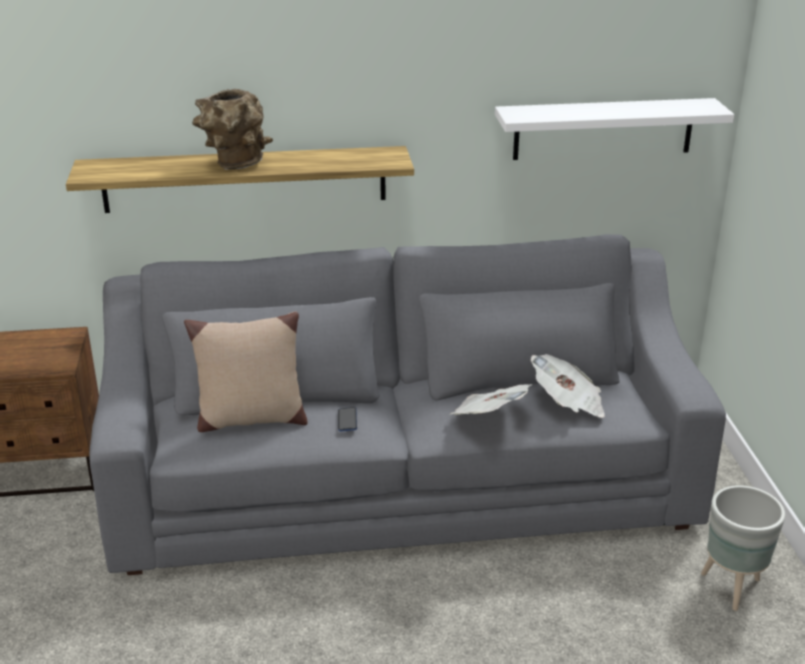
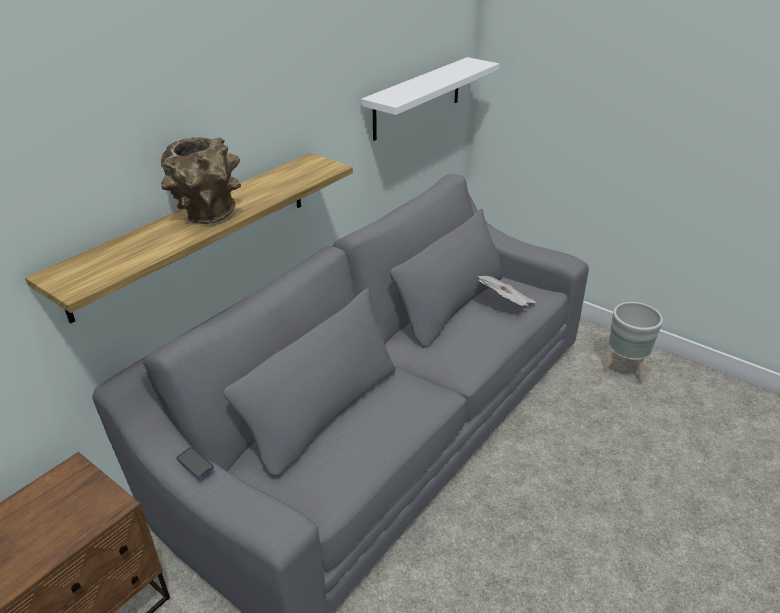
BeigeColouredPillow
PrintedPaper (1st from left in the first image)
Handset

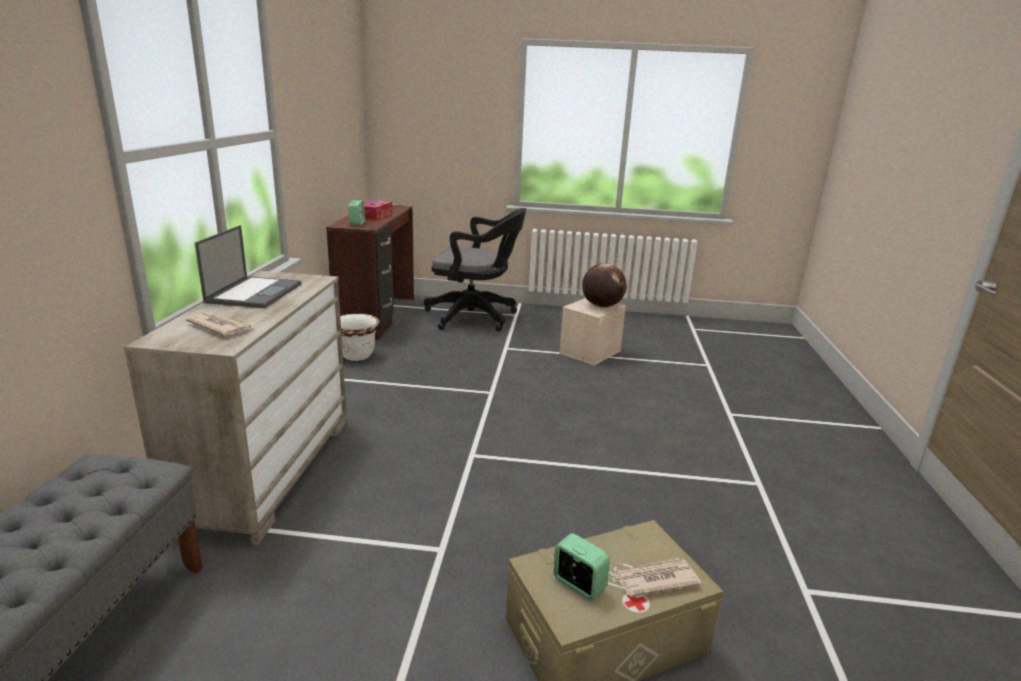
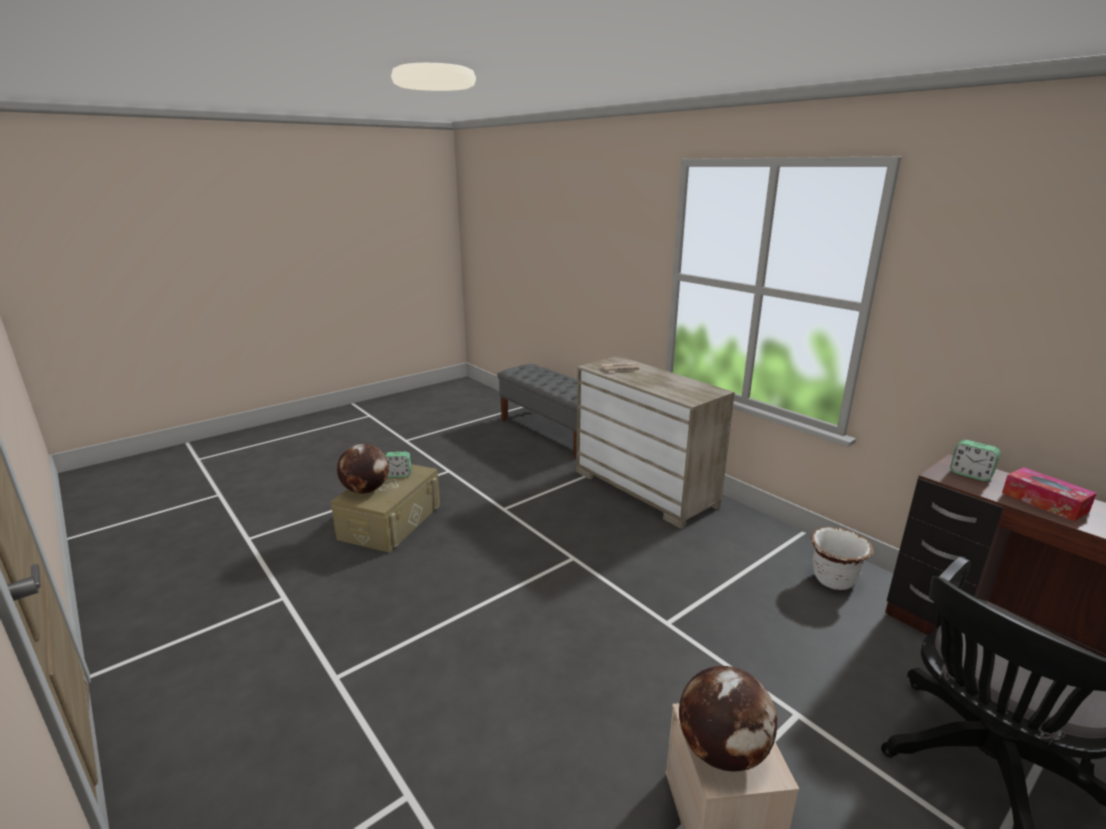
Laptop
WorldGlobe (1st from left)

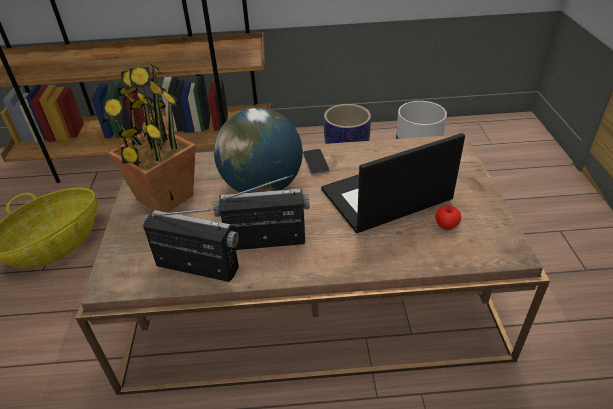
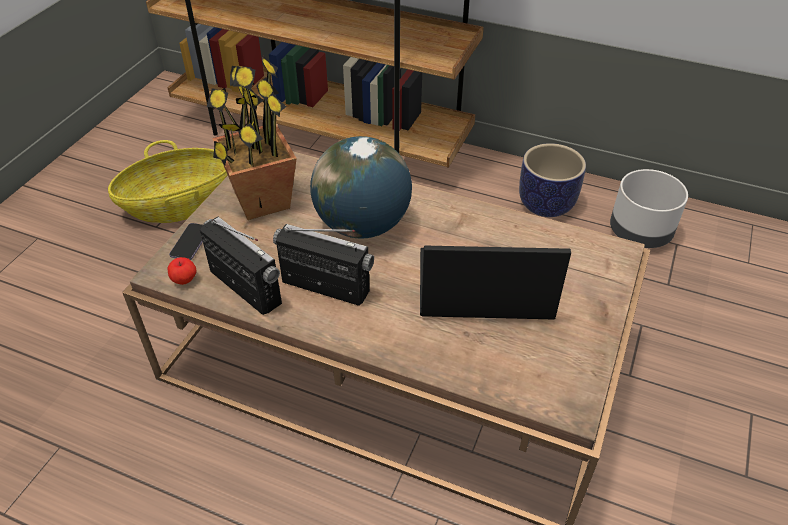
Handset
Apple

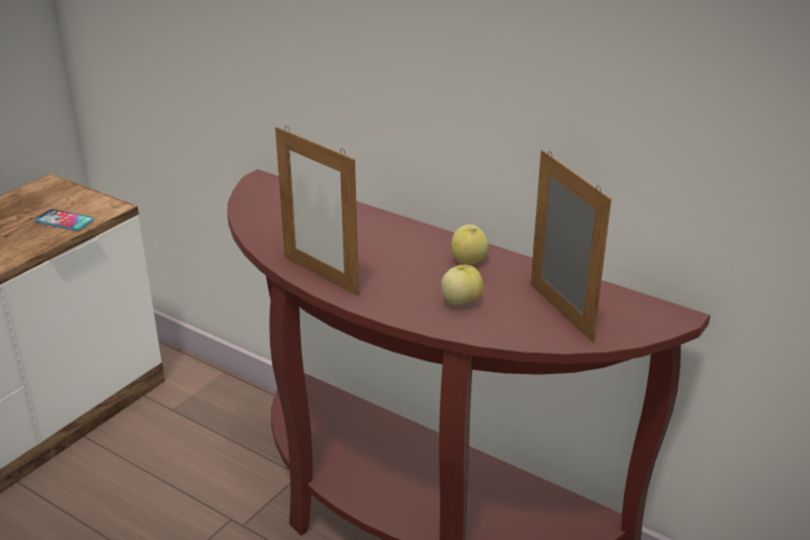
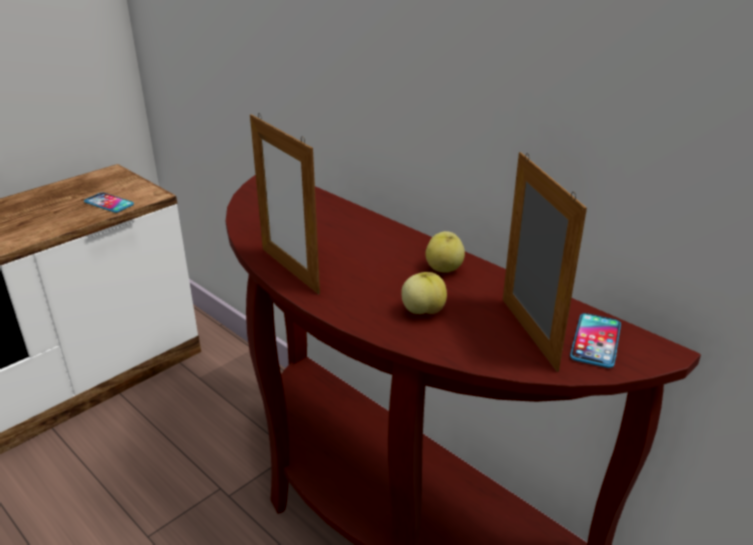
Handset (2nd from left)

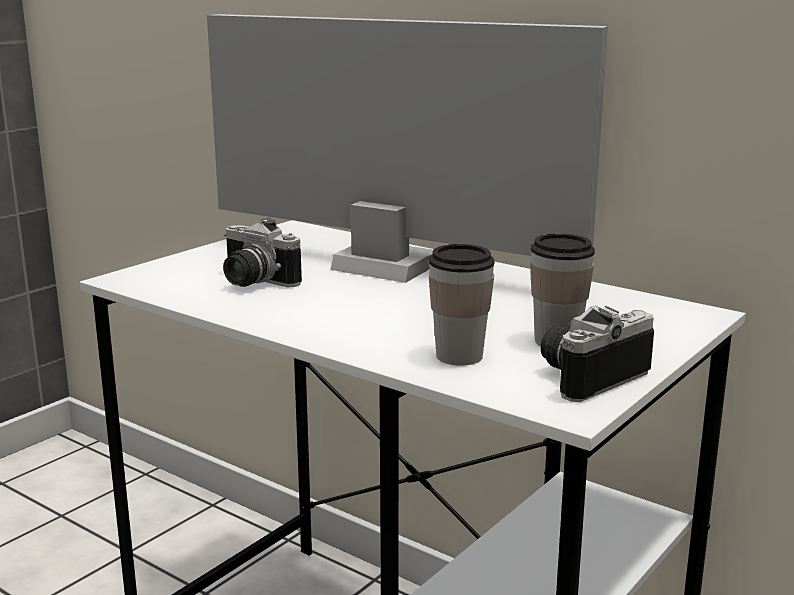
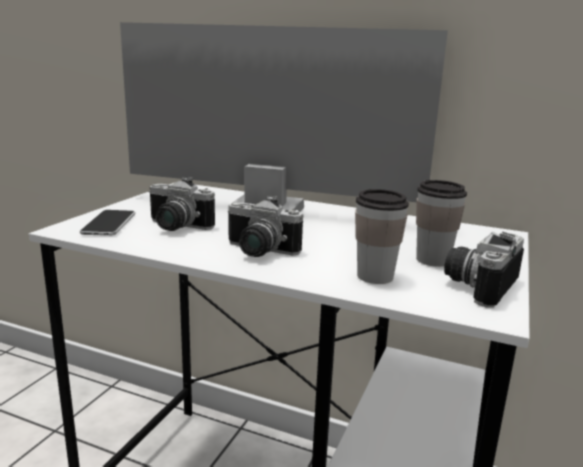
PhotoCamera (2nd from left)
Handset

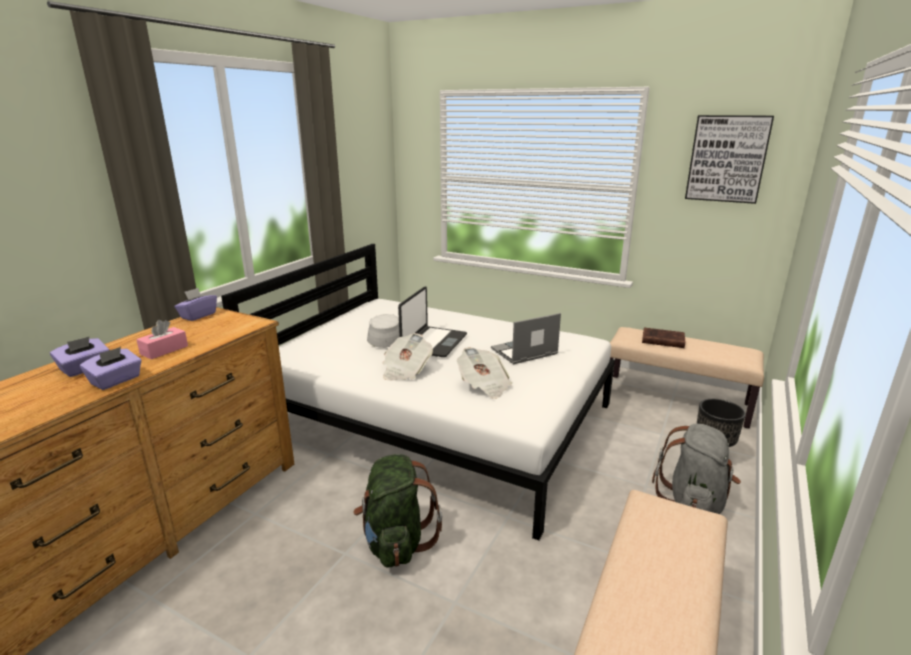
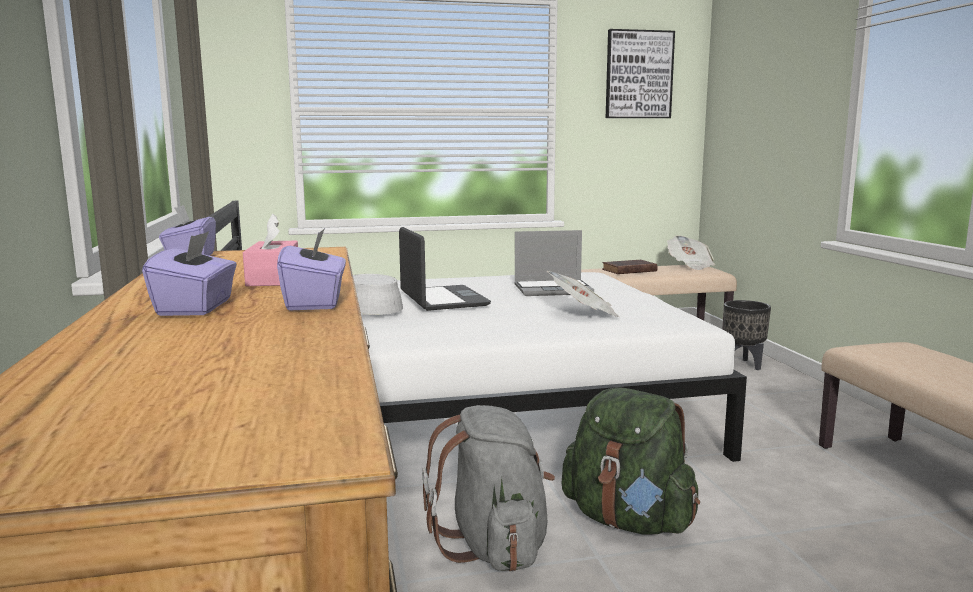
Laptop (2nd from left)
PrintedPaper (2nd from left)
GreyishKnapsack

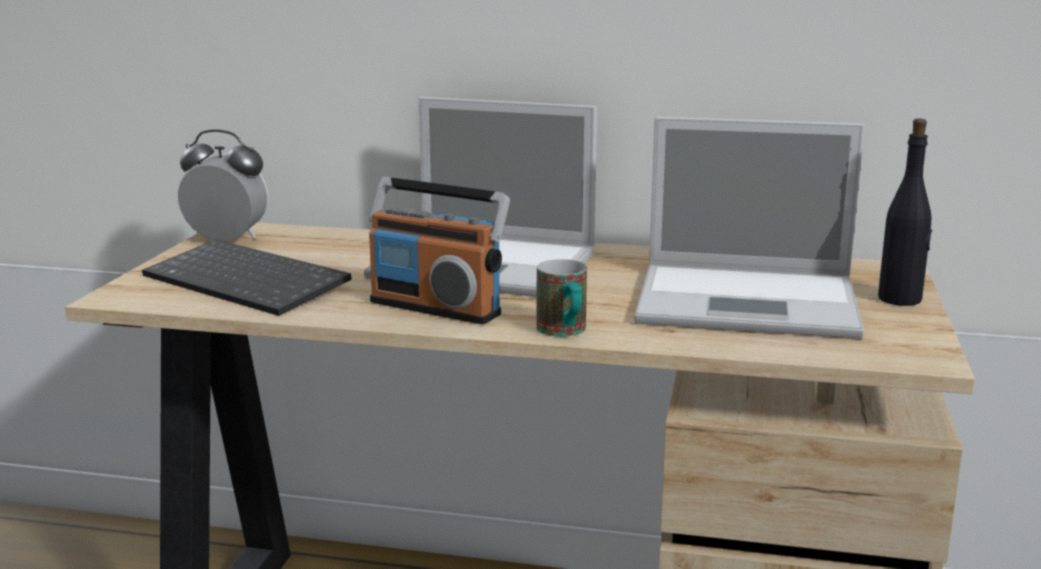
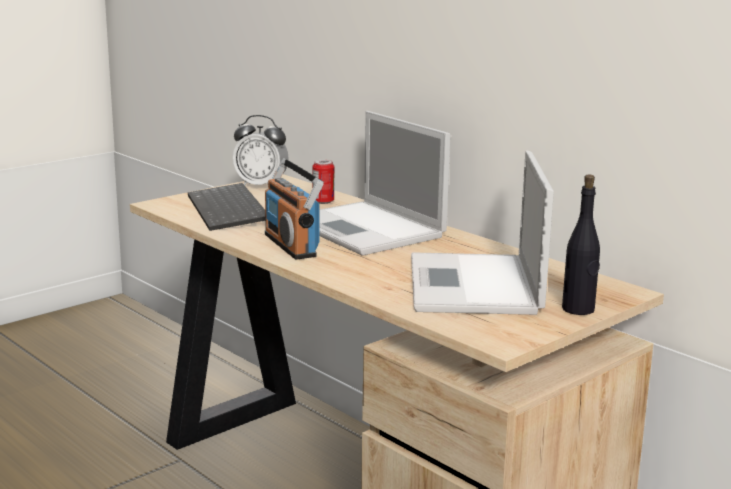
Laptop (2nd from left)
TableClock
TeaMug
SealedCan

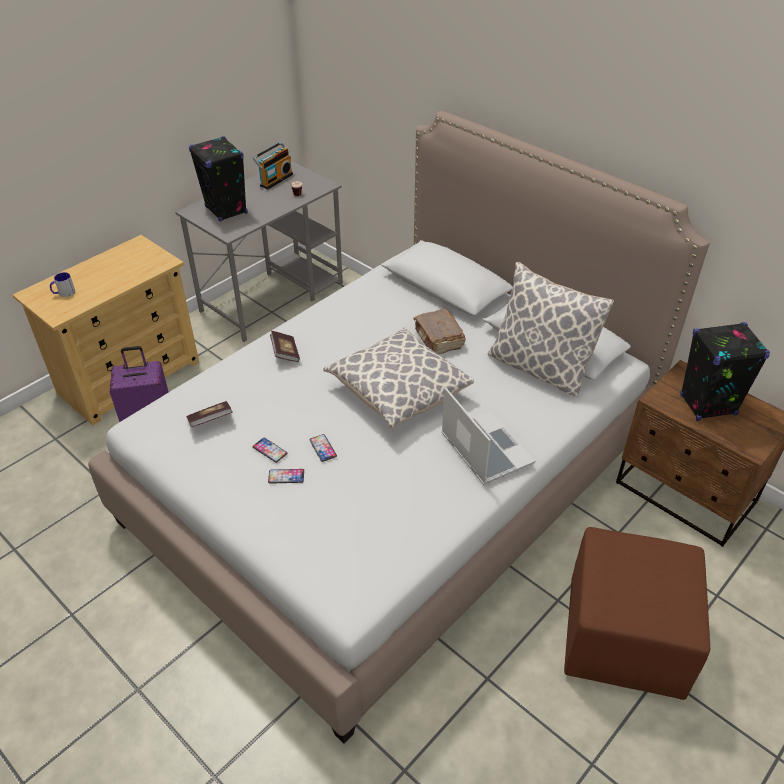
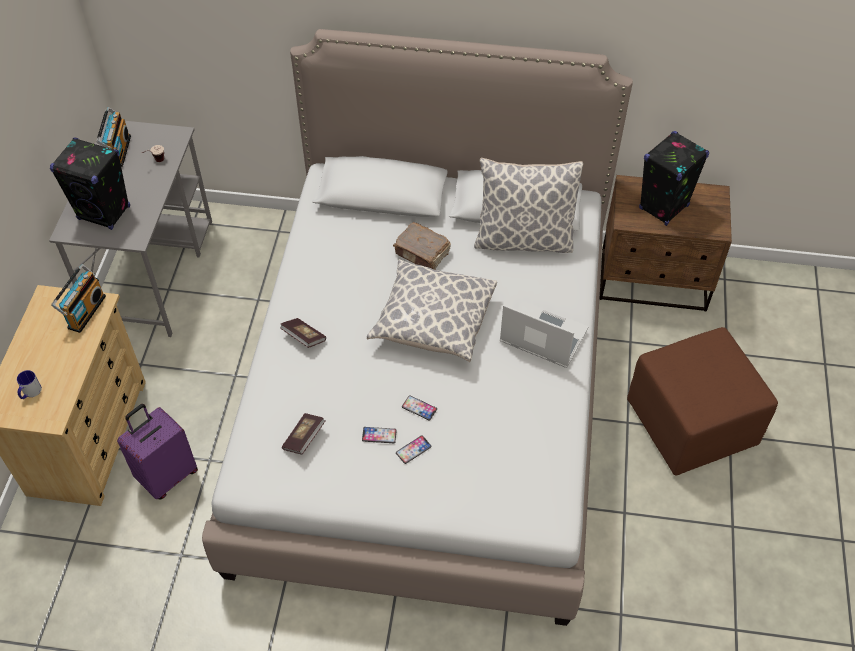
Radio (1st from left)

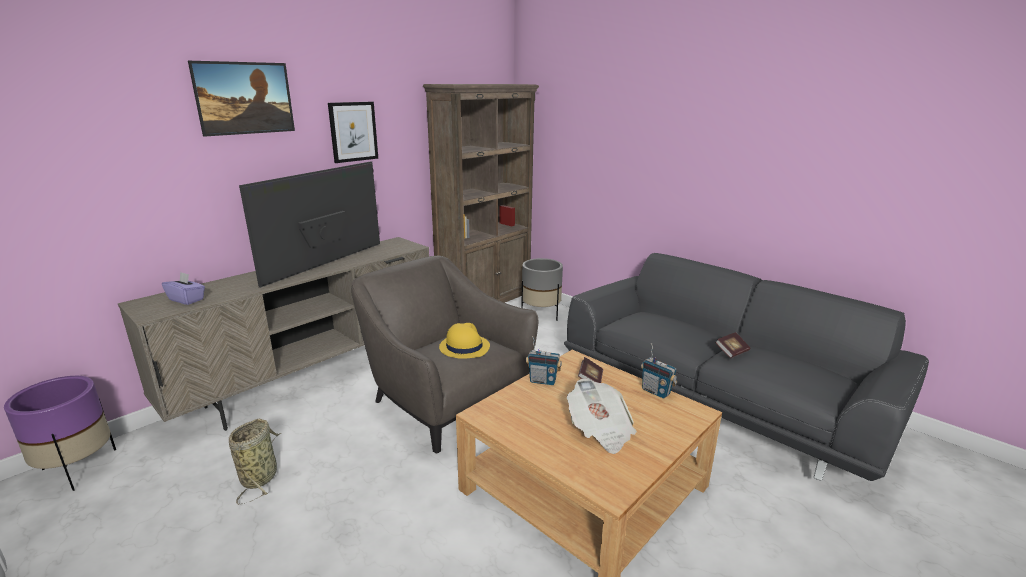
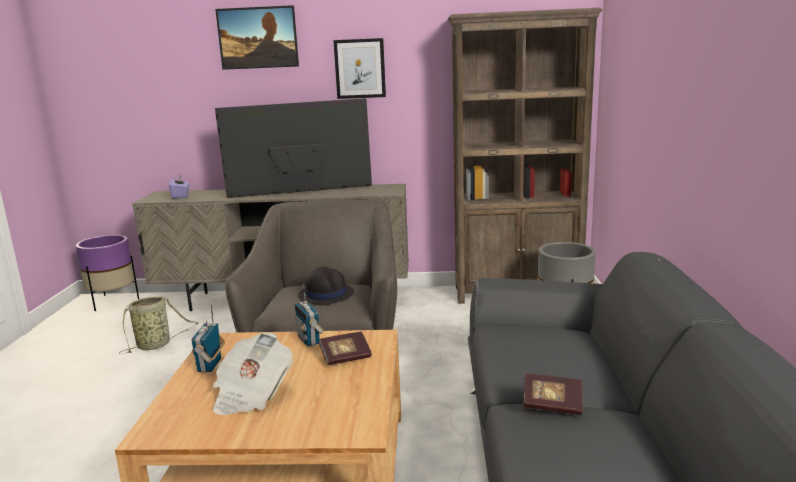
BlackColouredHat
Radio (1st from left)

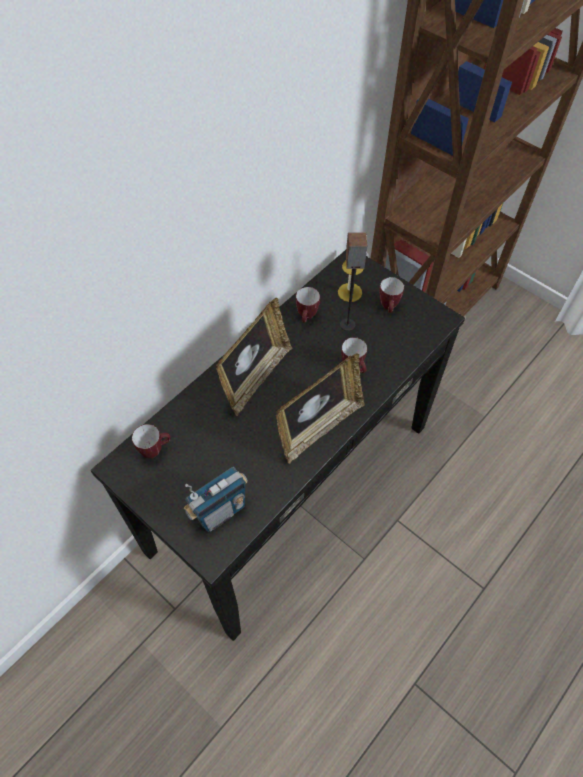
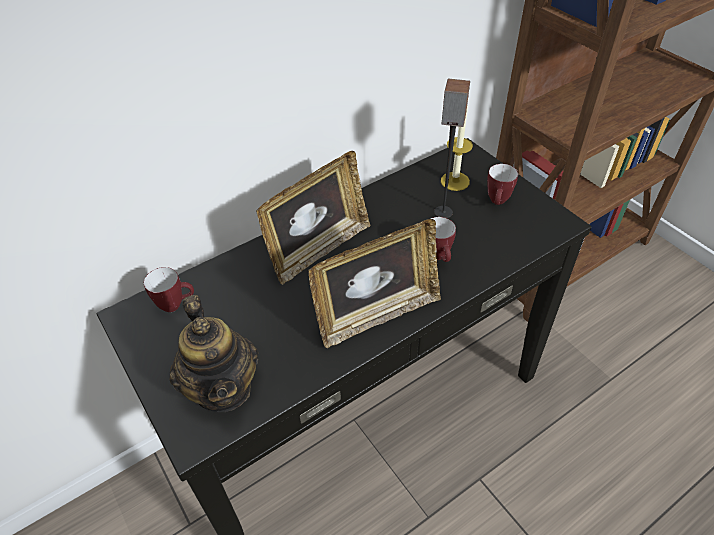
TeaMug (2nd from left in the first image)
TeaPot

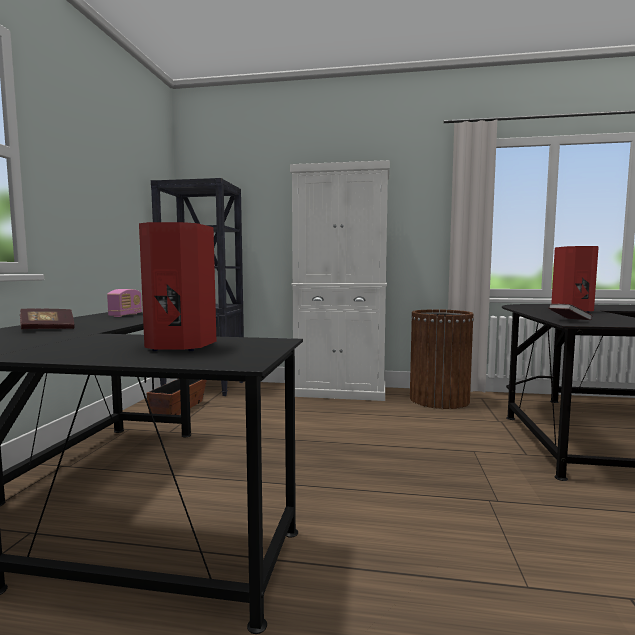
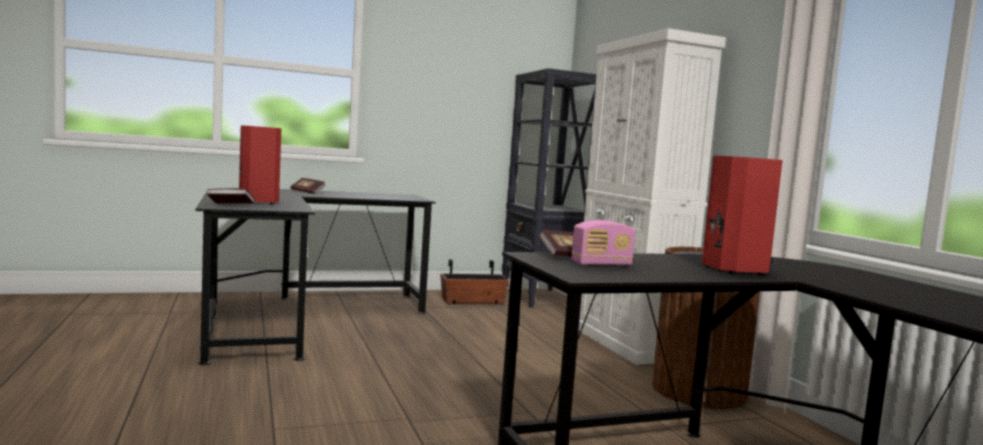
Radio
Volume (1st from left)

